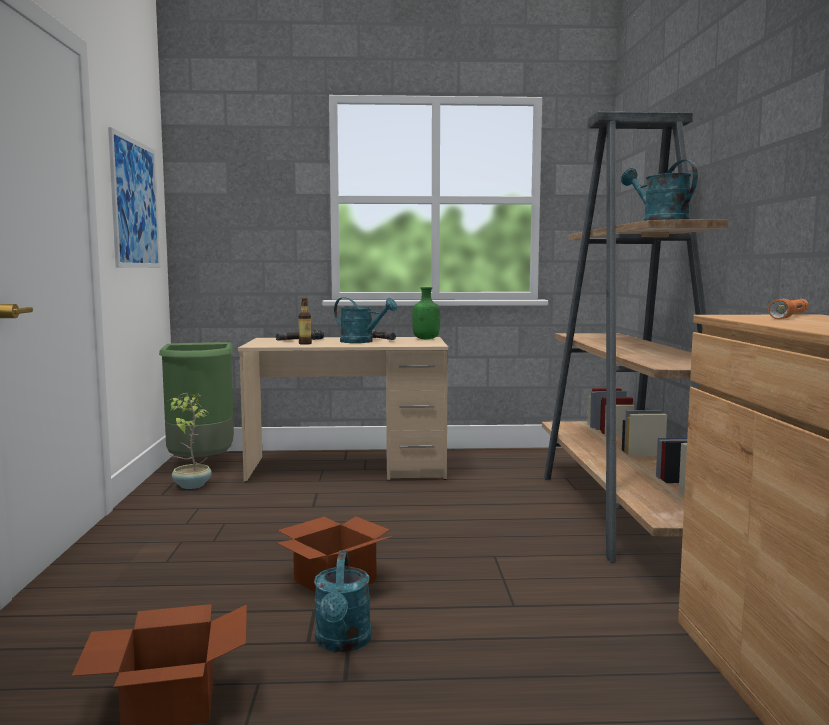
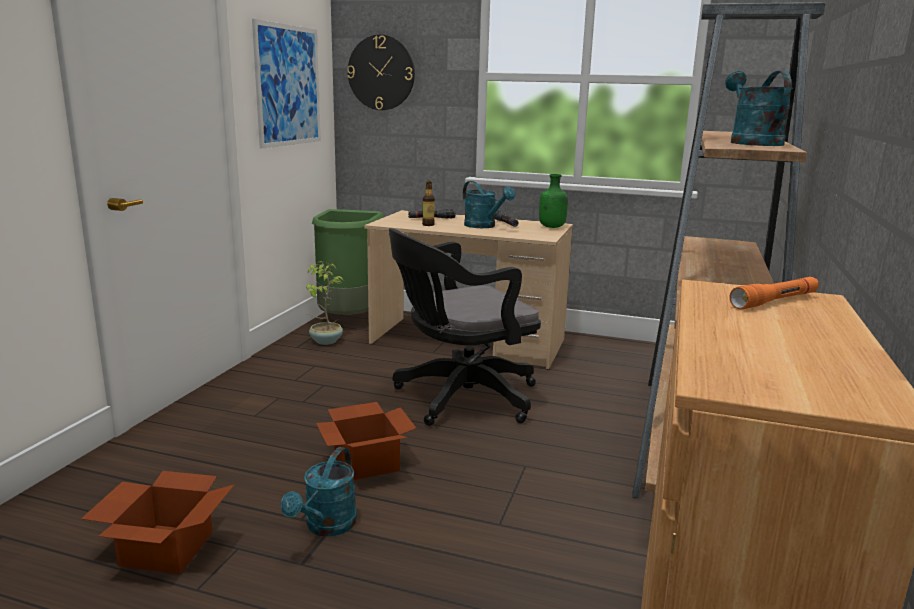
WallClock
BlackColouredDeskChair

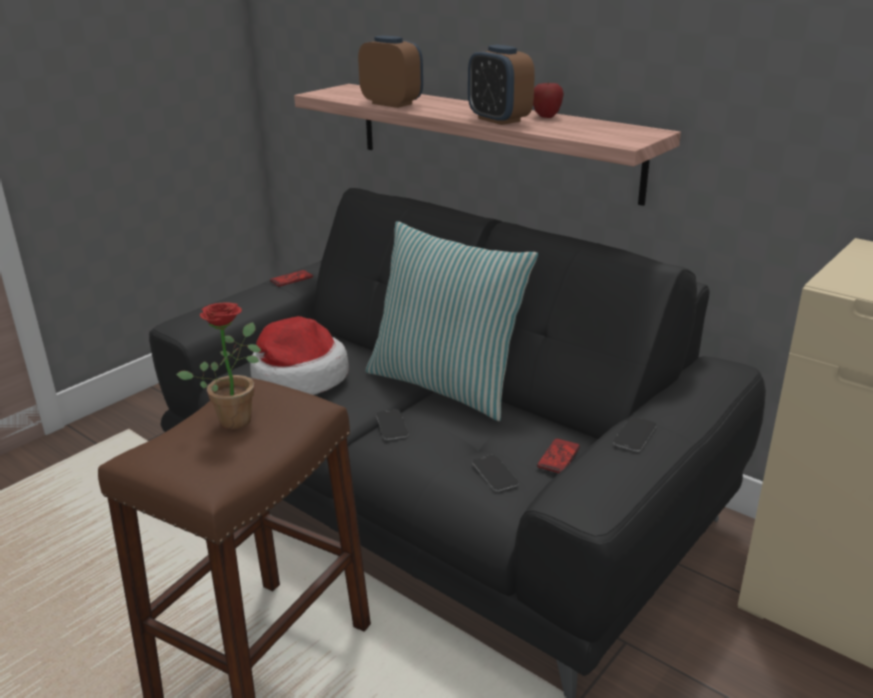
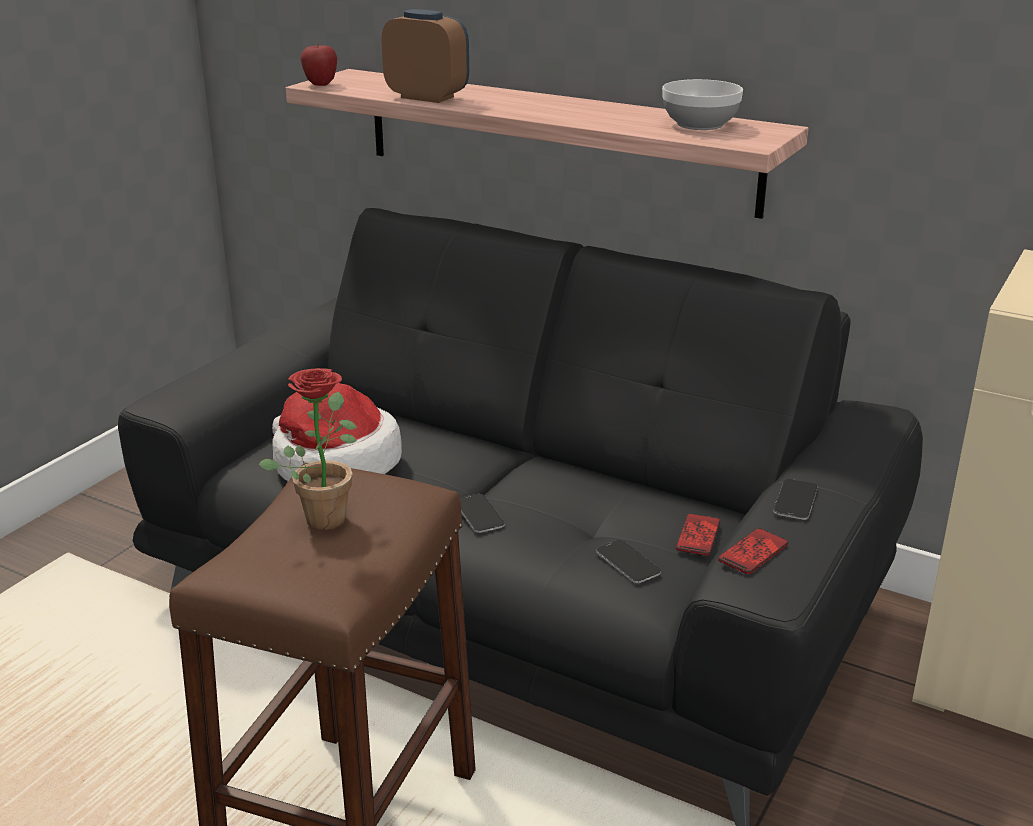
TableClock (2nd from left in the first image)
Apple
Pillow
Handset (4th from left)
Bowl

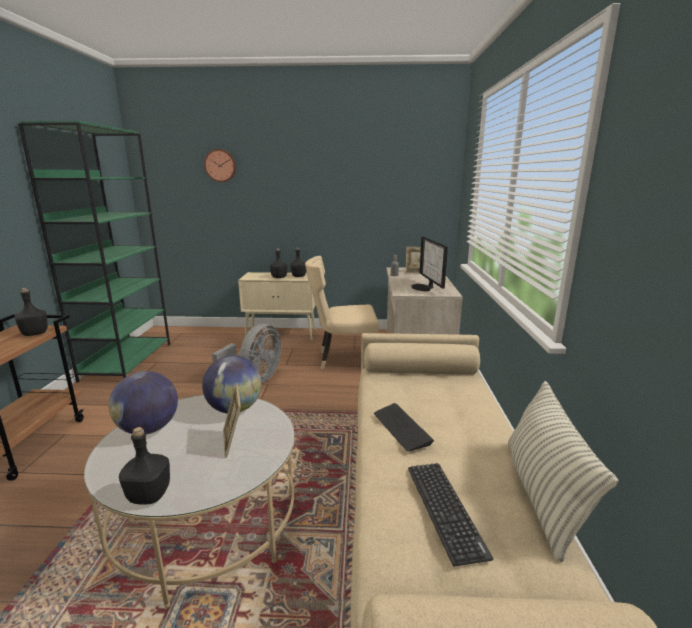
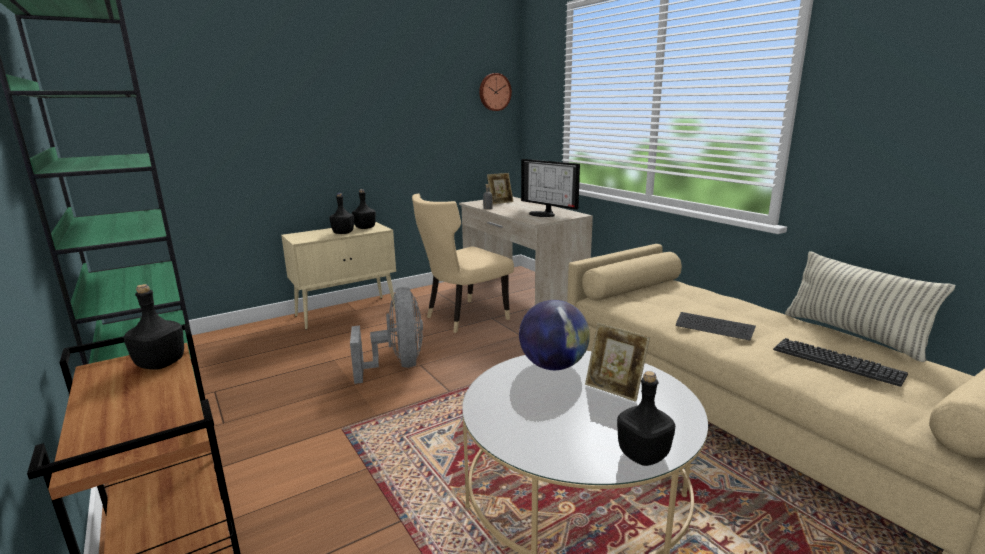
WallClock
WorldGlobe (1st from left in the first image)

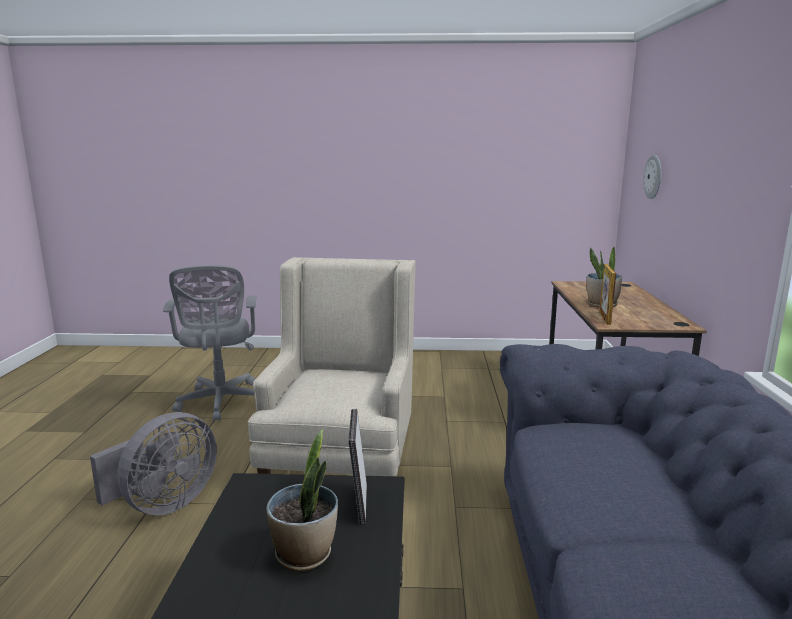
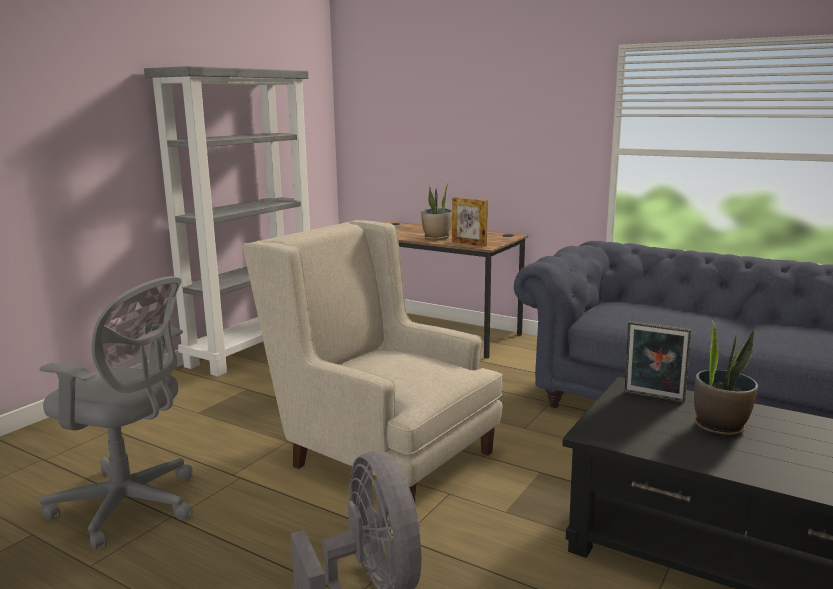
WallClock
GreyishBookcase

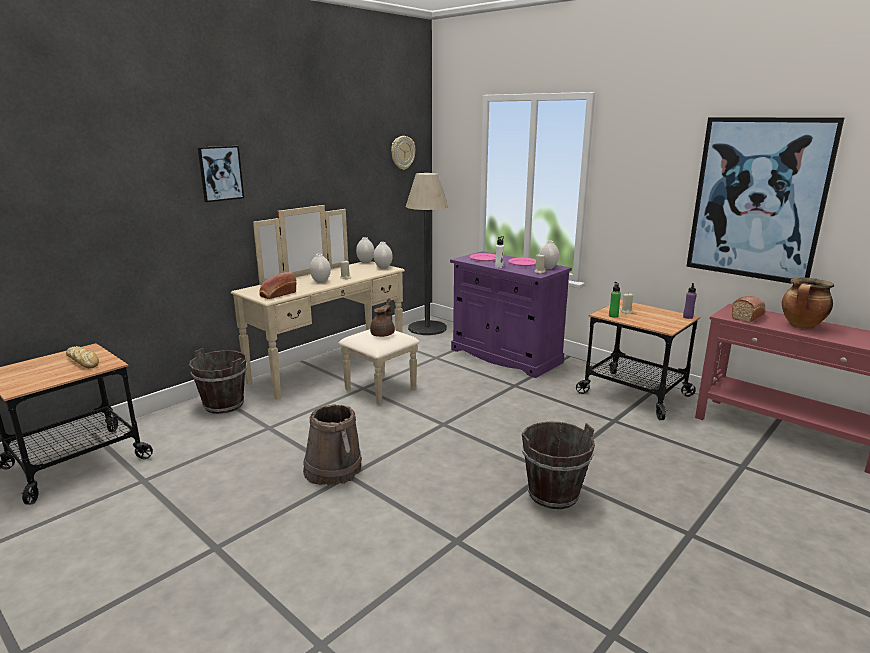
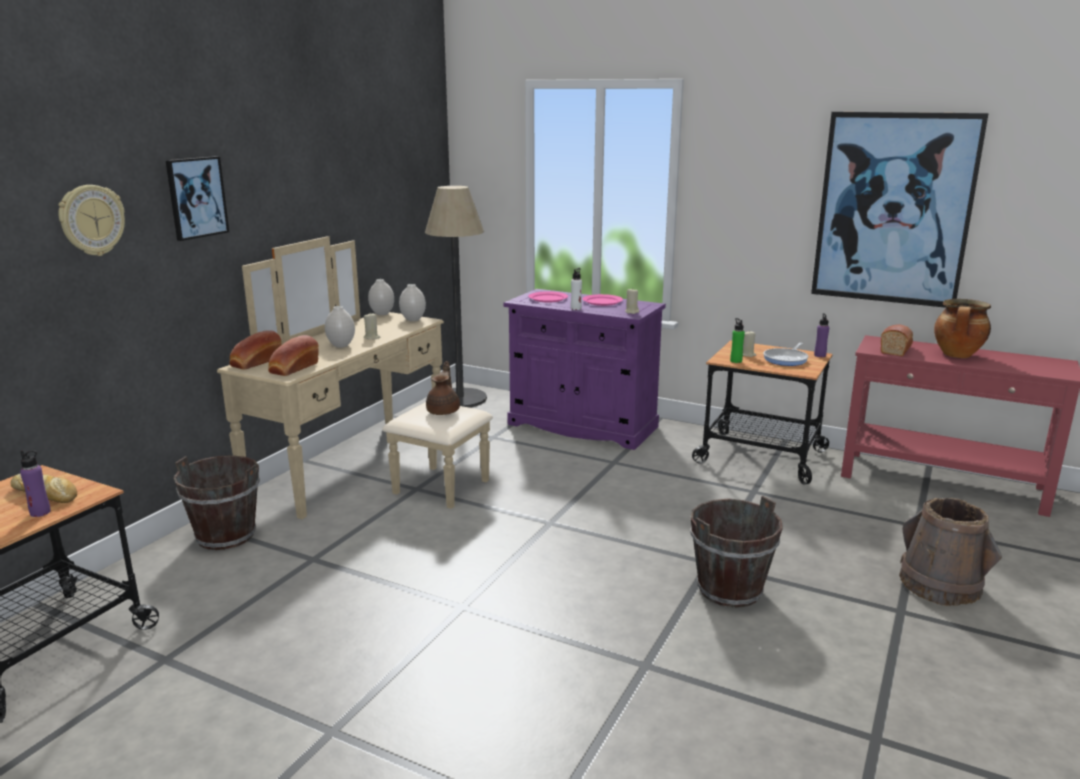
WallClock
WhitishVase (4th from left in the first image)
BrownishWaterBucket (3rd from left)
Bread (2nd from left)
Pan
PurpleBottle (1st from left)

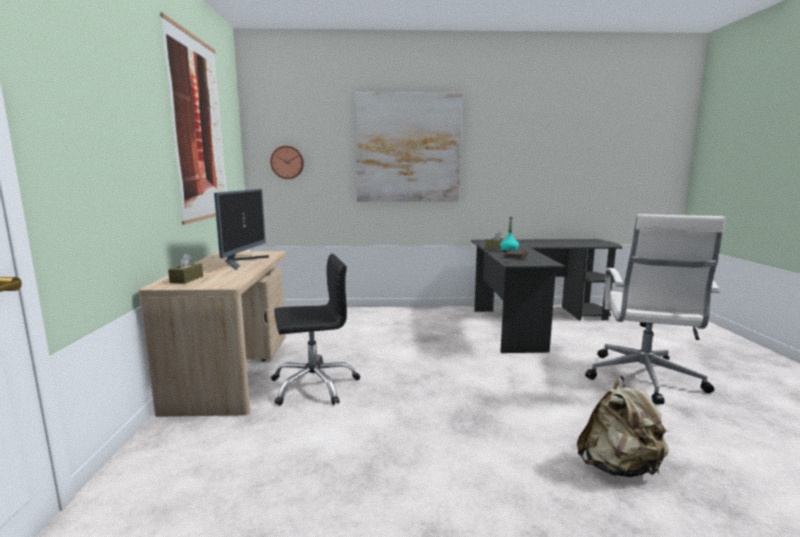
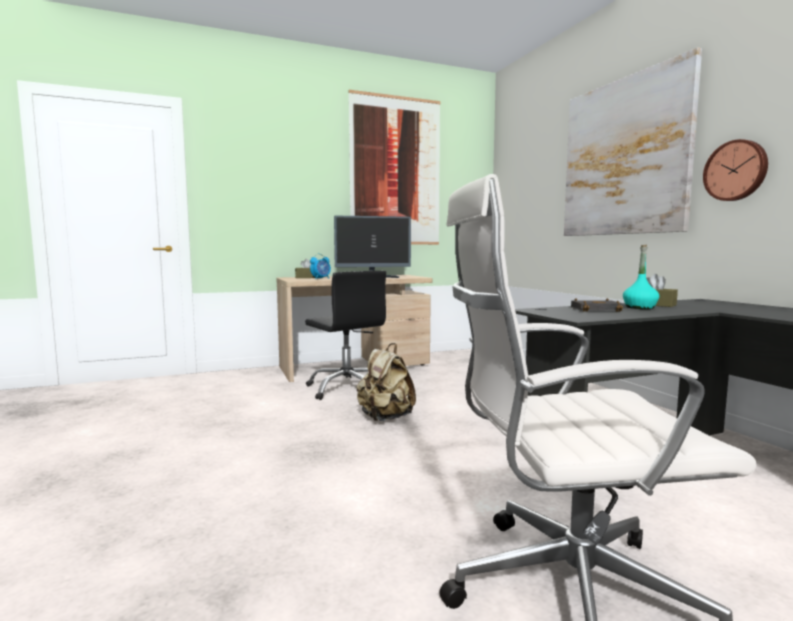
WallClock
BeigeColouredKnapsack
TableClock

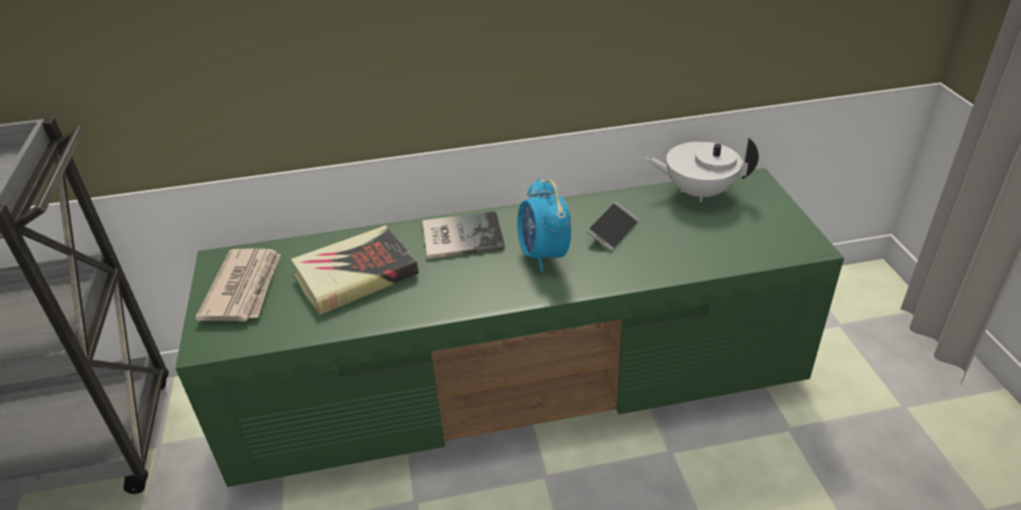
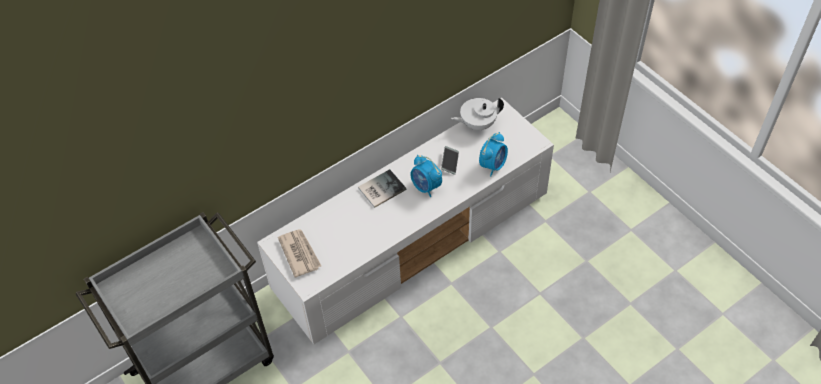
WhitishTvUnit
Volume (1st from left in the first image)
TableClock (2nd from left)

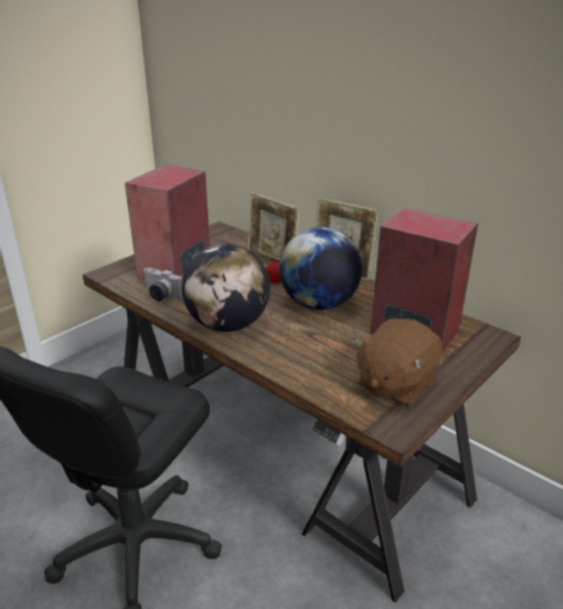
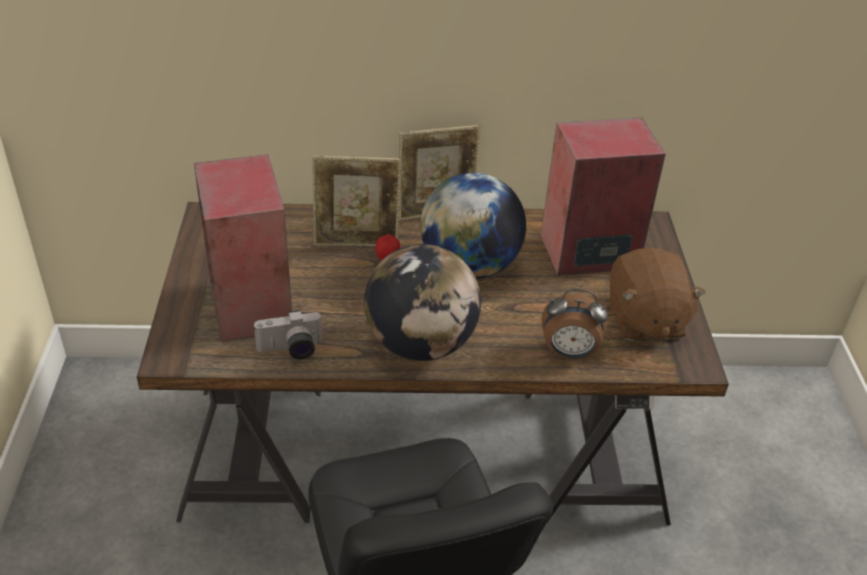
TableClock

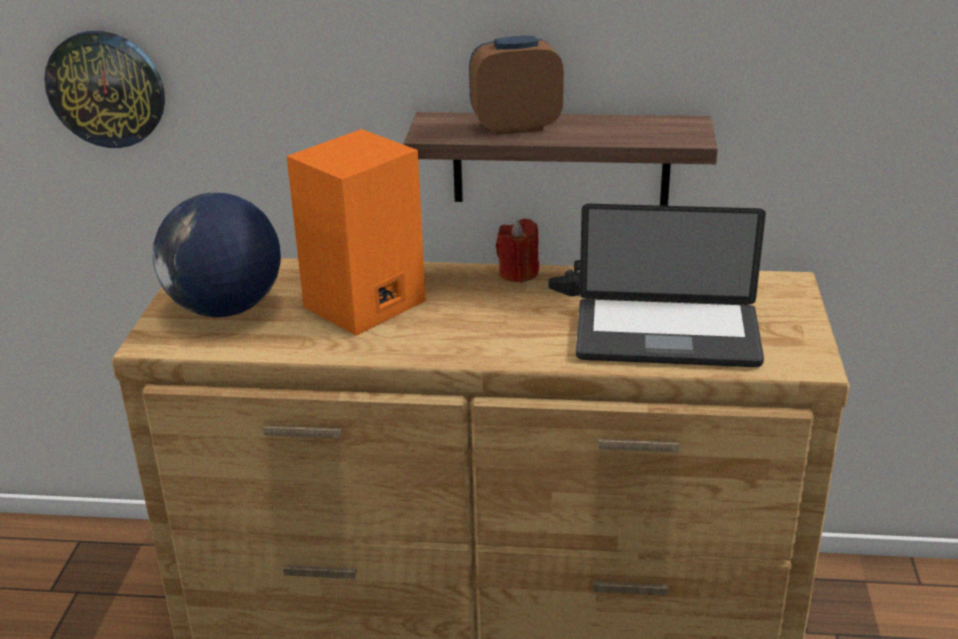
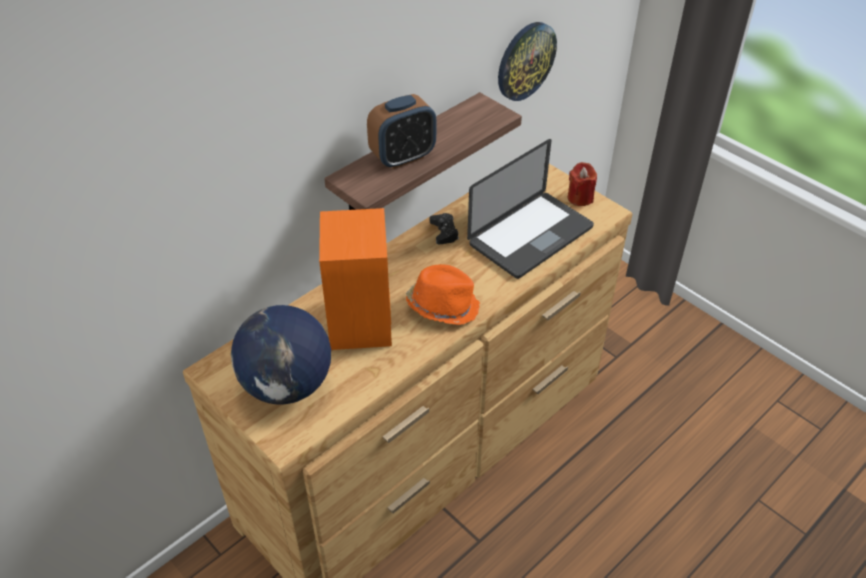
WallClock
TableClock
RedWaxLight
OrangeColouredHat

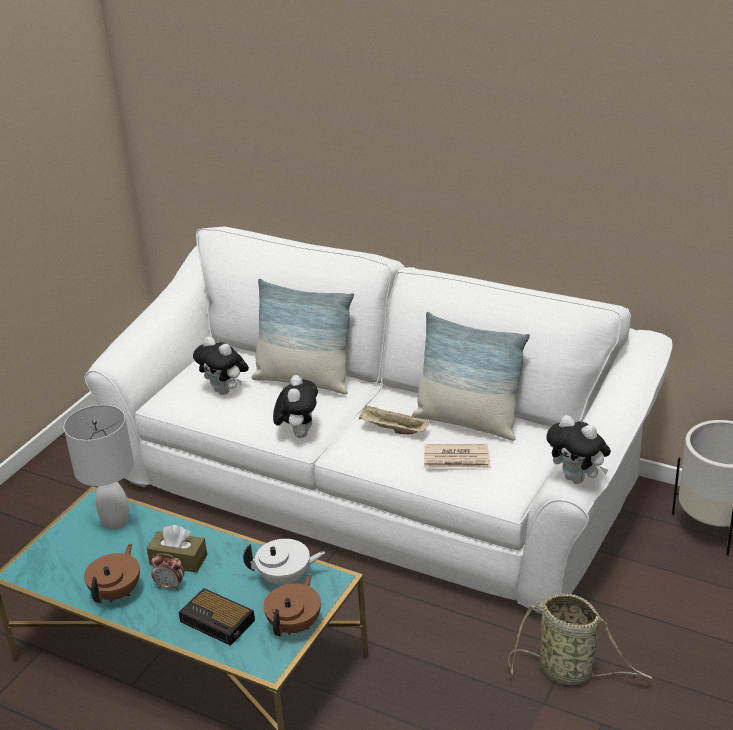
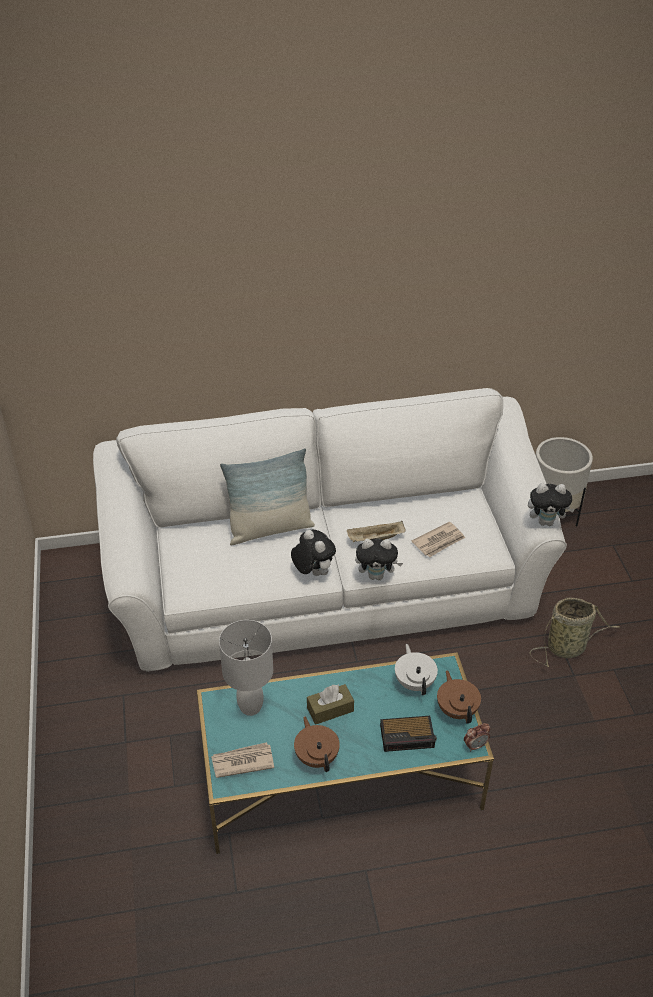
Pillow (2nd from left in the first image)
PlushToy (2nd from left)
WhitishTeaPot
TableClock (2nd from left)
PrintedPaper (1st from left)

